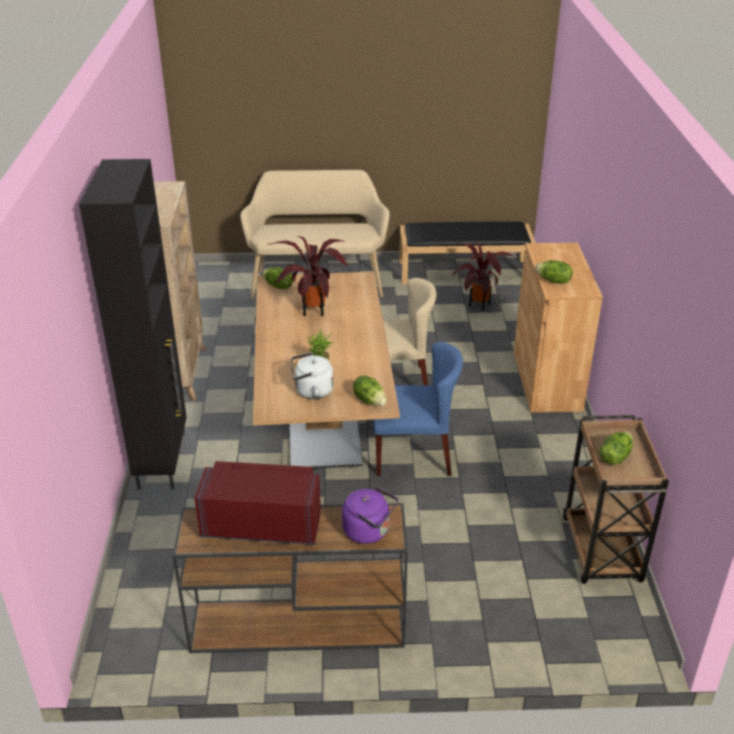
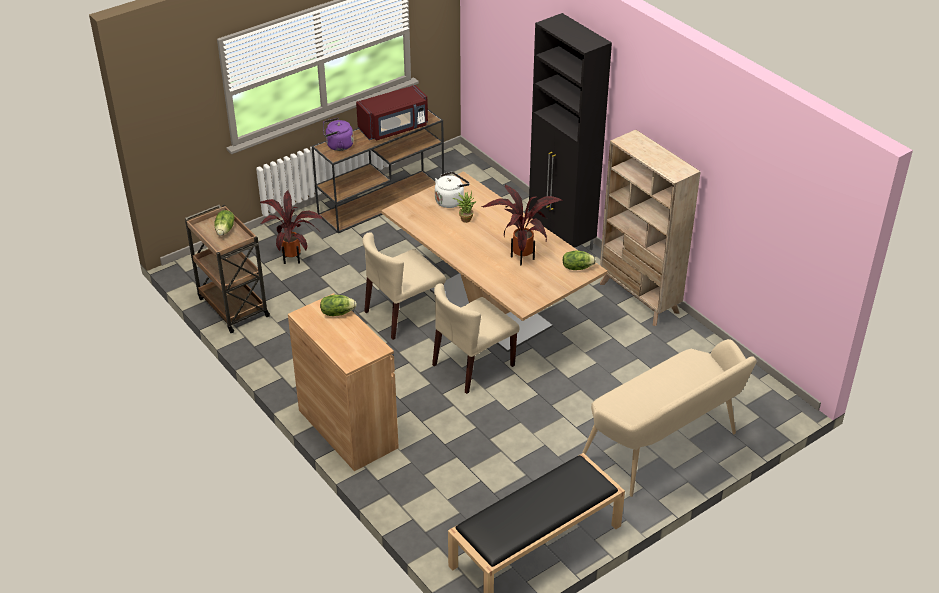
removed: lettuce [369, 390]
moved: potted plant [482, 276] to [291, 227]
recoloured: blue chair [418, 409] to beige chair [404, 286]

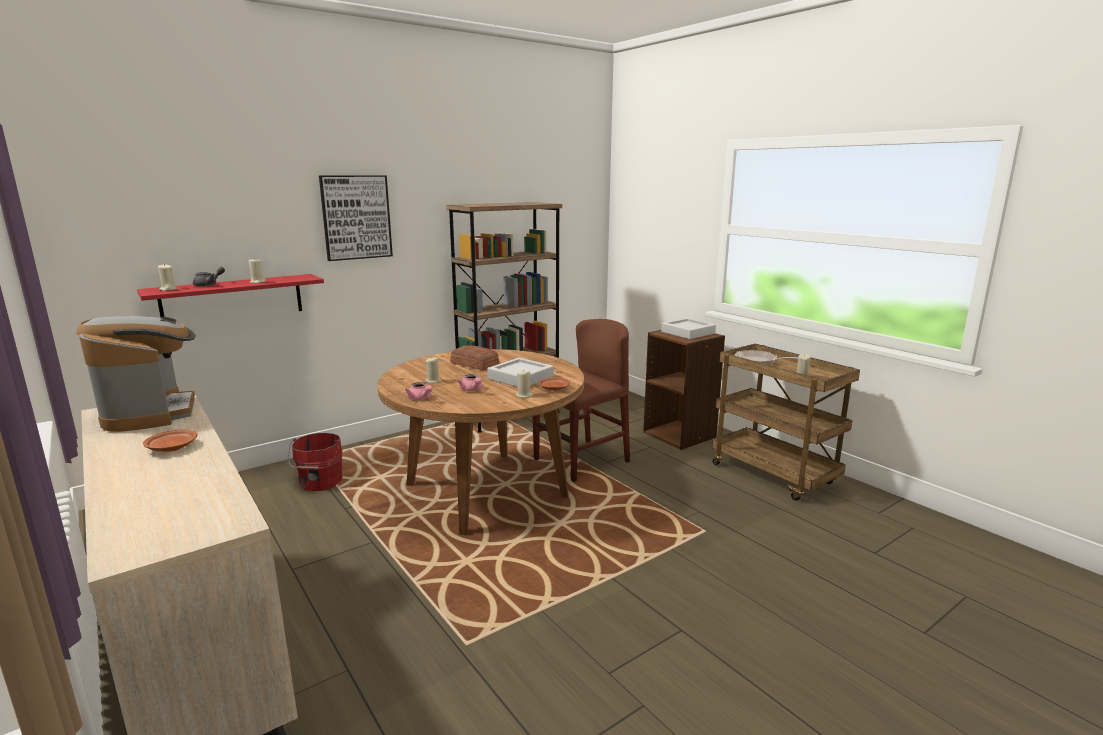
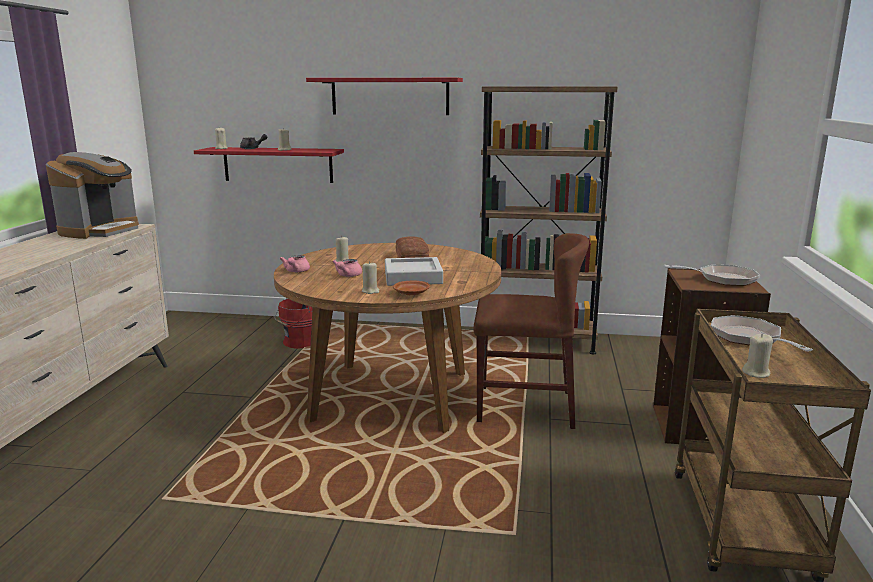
removed: brown plate [170, 441]
replaced: picture [356, 218] to red shelf [384, 96]; grey tray [688, 328] to frying pan [712, 275]

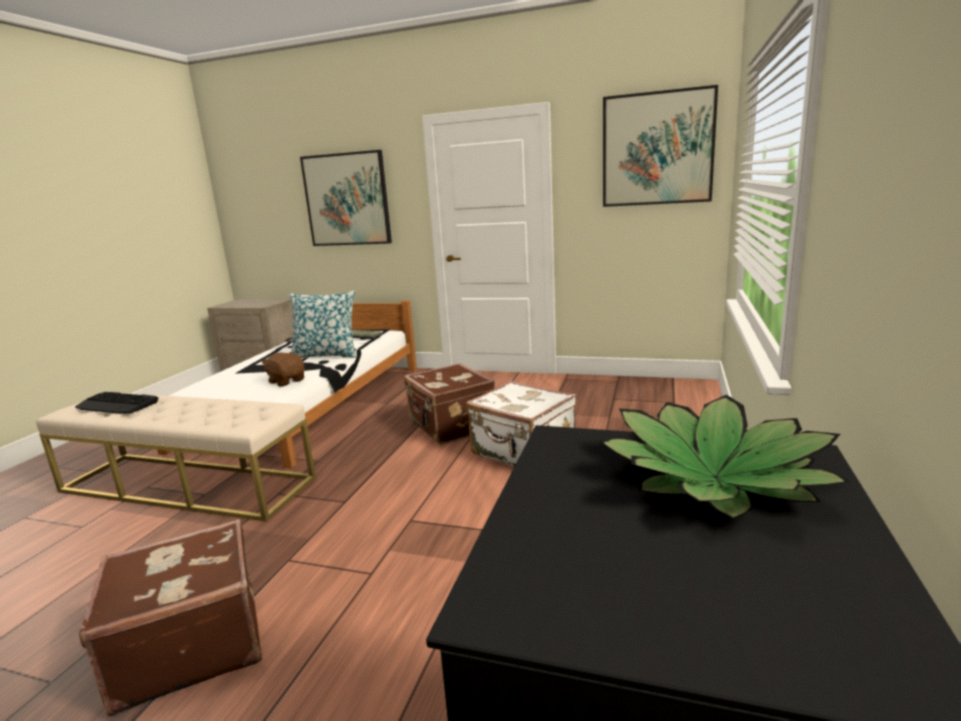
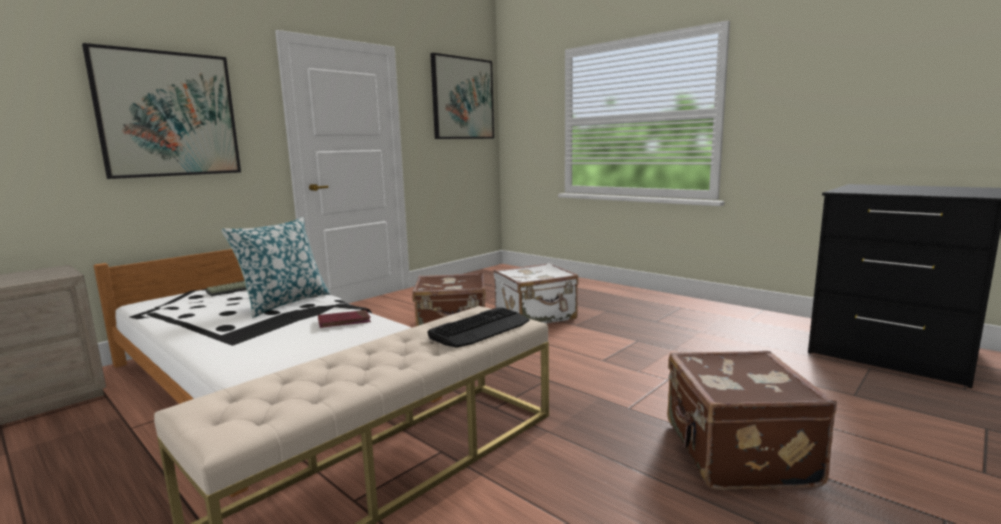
removed: potted plant [725, 457]
moved: keyboard [116, 403] to [478, 327]
replaced: brown plush toy [283, 369] to red book [344, 319]

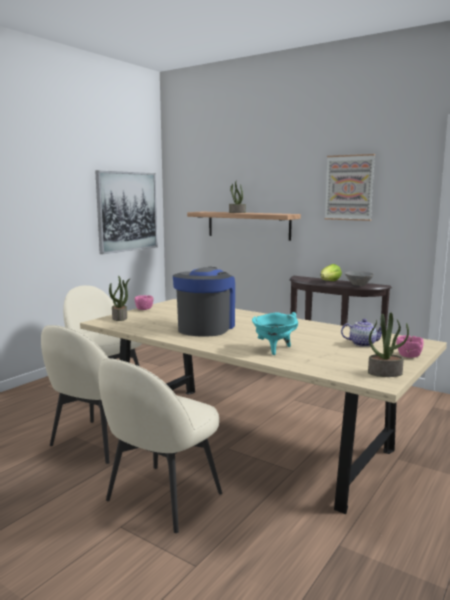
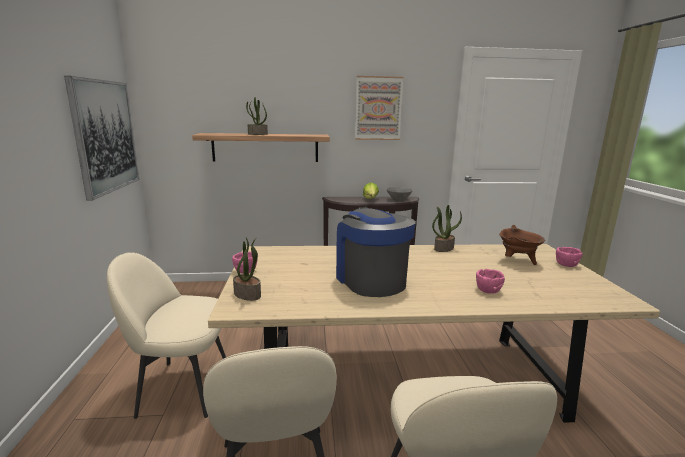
moved: potted plant [388, 345] to [447, 228]
replaced: turquoise cooking pot [275, 333] to pink bowl [490, 281]; teapot [361, 333] to brown cooking pot [522, 245]

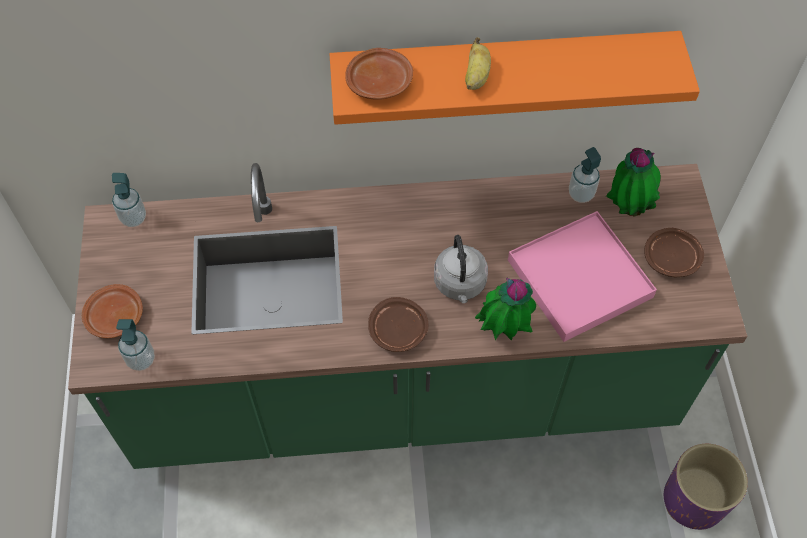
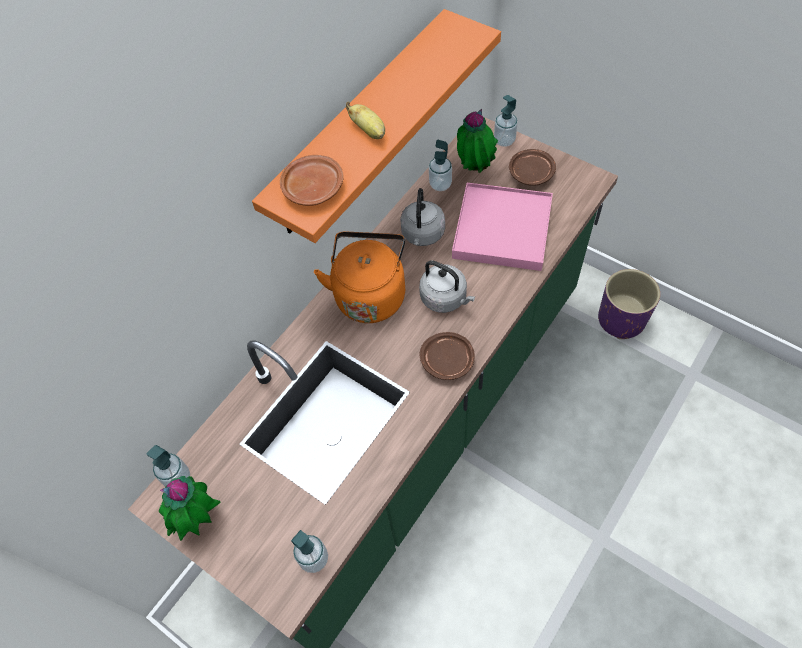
removed: brown plate [112, 311]
added: orange kettle [359, 277]; grey kettle [422, 217]; soap dispenser [506, 121]
moved: potted plant [505, 309] to [190, 508]

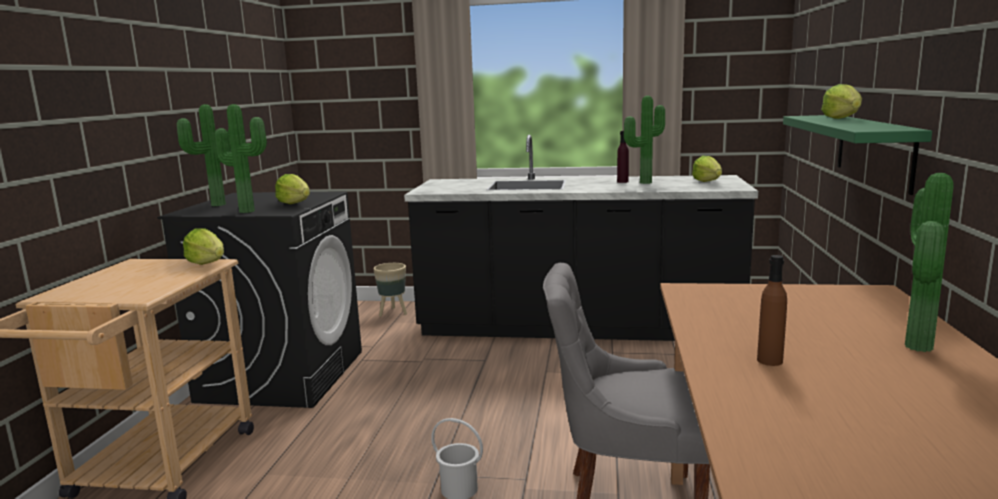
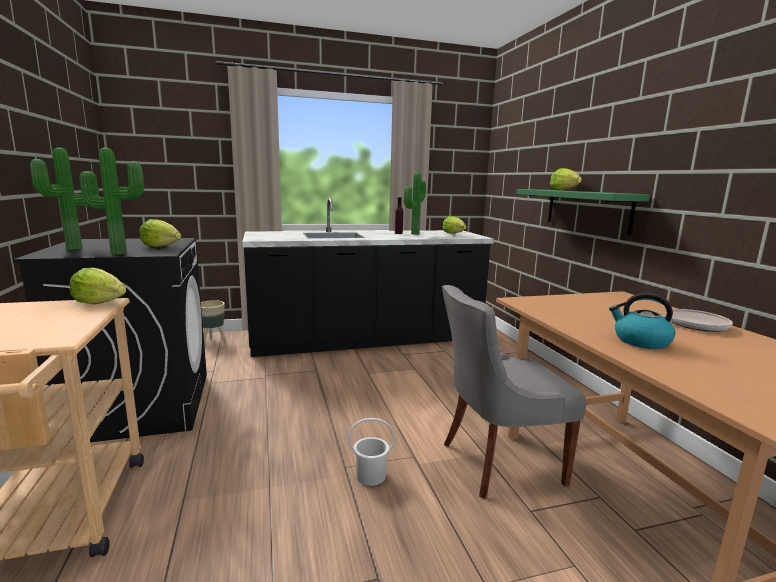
replaced: brown bottle [772, 310] to kettle [642, 321]; potted plant [929, 262] to frying pan [697, 320]

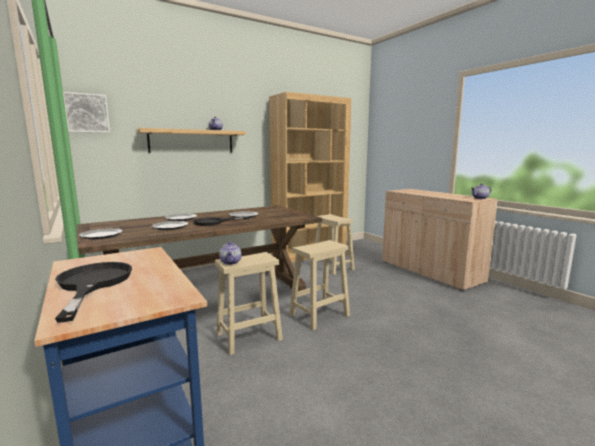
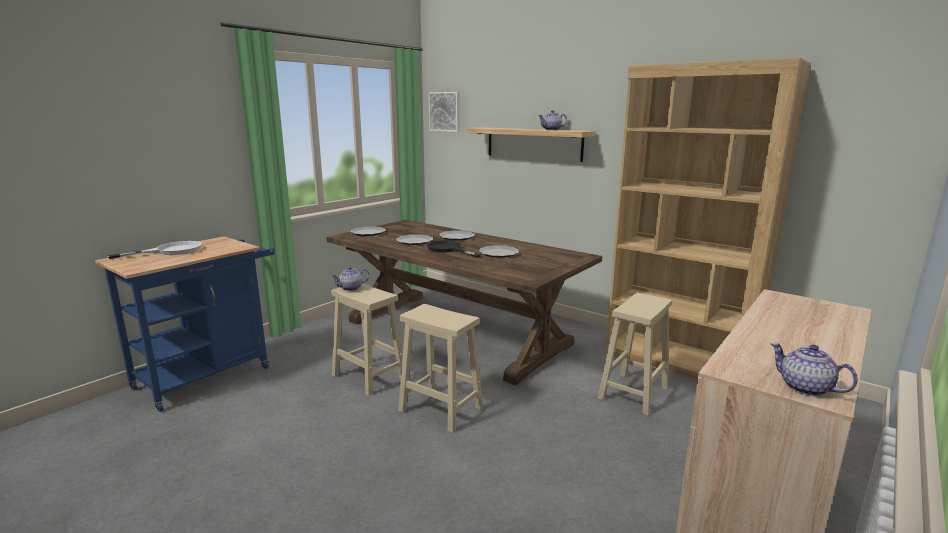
recoloured: black frying pan [93, 292] to white frying pan [154, 250]

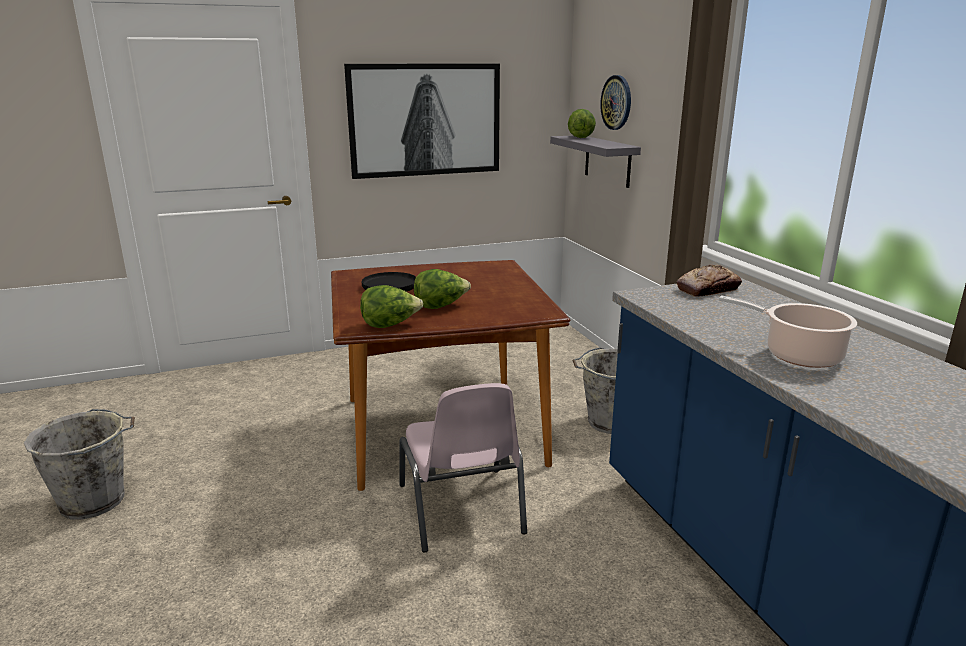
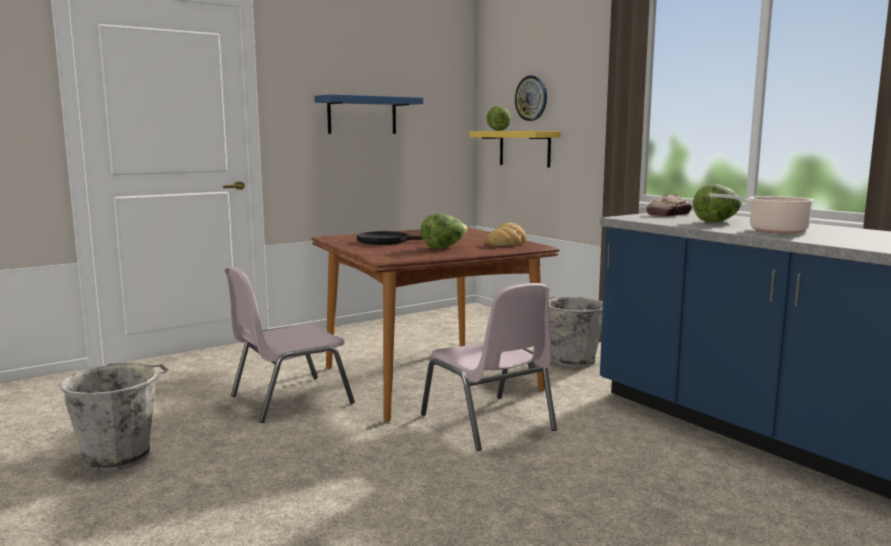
added: pink chair [290, 344]; bread [506, 234]
moved: lettuce [391, 306] to [717, 203]
replaced: picture [422, 121] to blue shelf [368, 114]
recoloured: grey shelf [595, 162] to yellow shelf [515, 149]

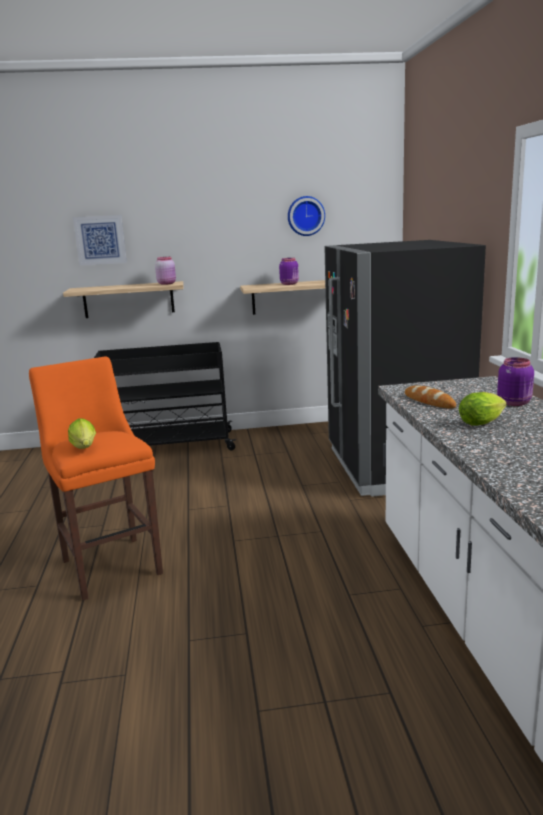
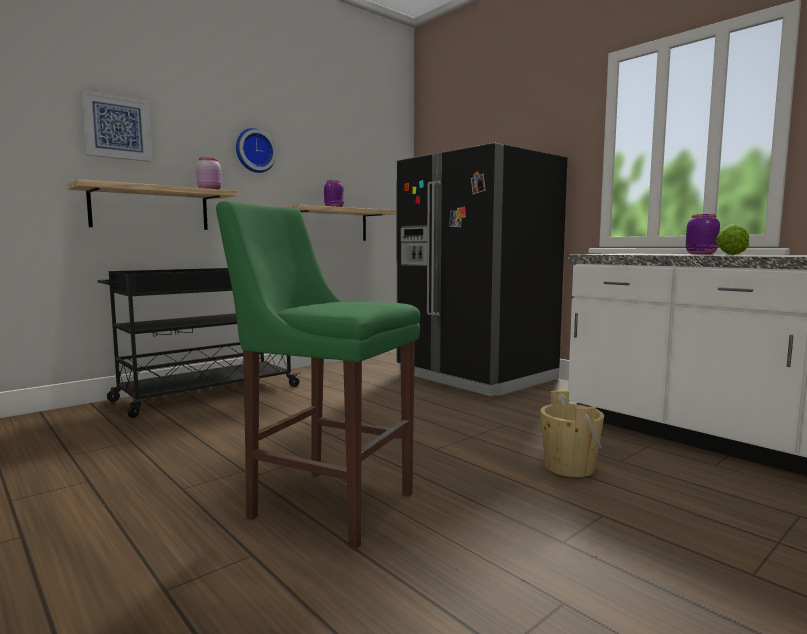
removed: lettuce [82, 433]; bread [430, 397]
added: beige bucket [572, 433]
moved: wall clock [306, 216] to [256, 150]
recoloured: orange stool [96, 478] to green stool [318, 375]

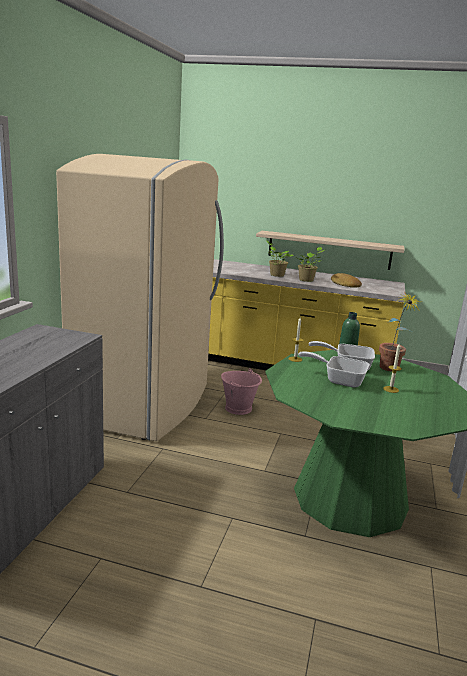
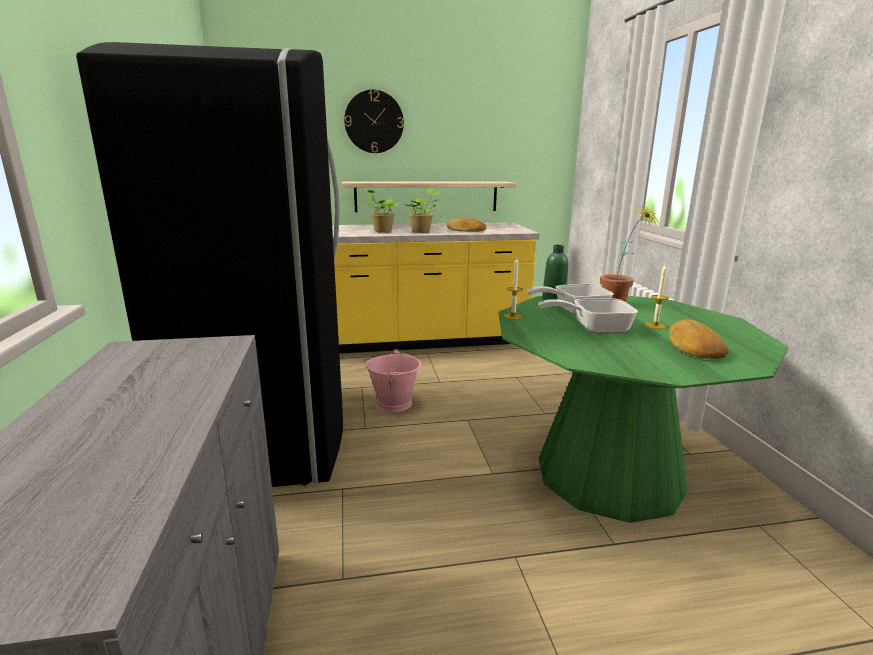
added: wall clock [374, 121]; bread [699, 339]
recoloured: beige fridge [140, 297] to black fridge [209, 264]

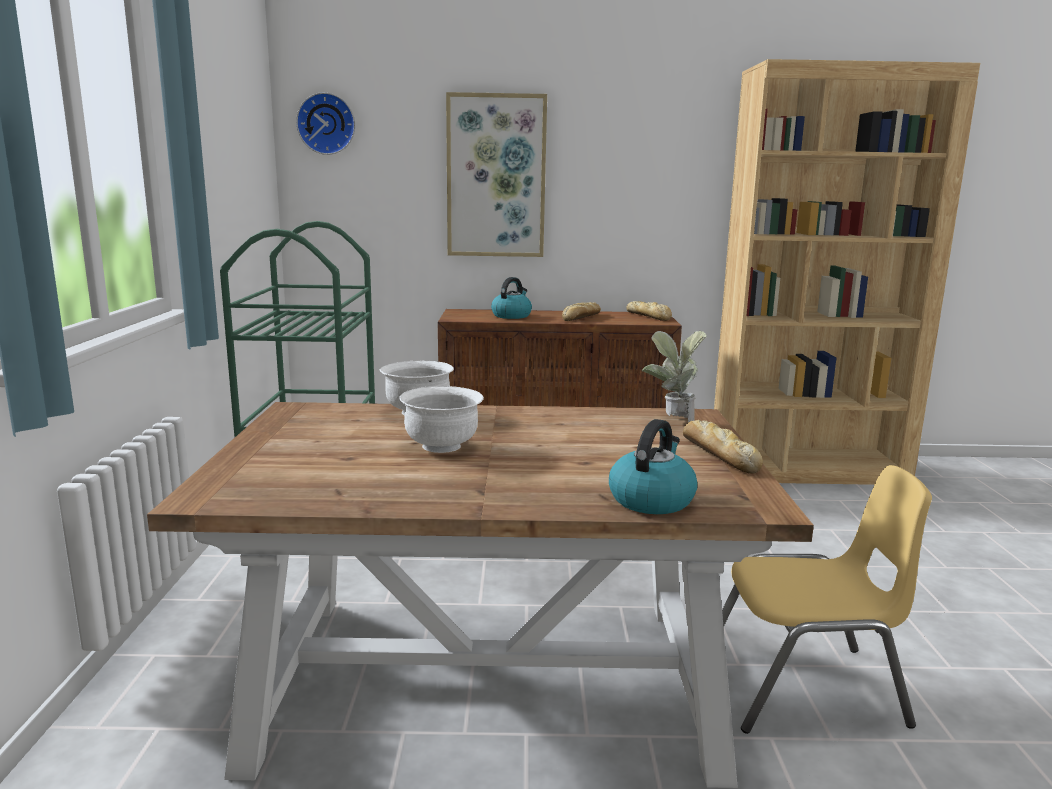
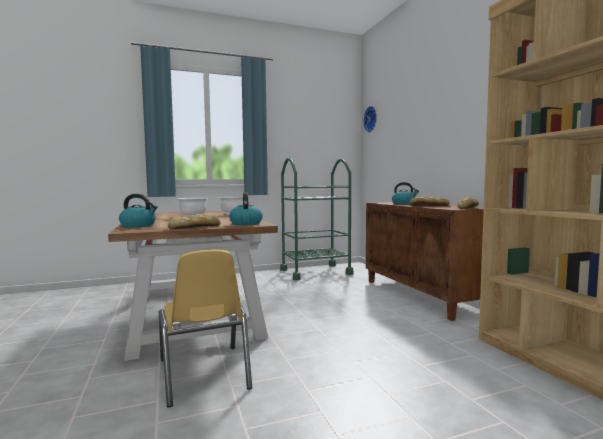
removed: picture [496, 174]
replaced: potted plant [674, 377] to kettle [246, 208]

